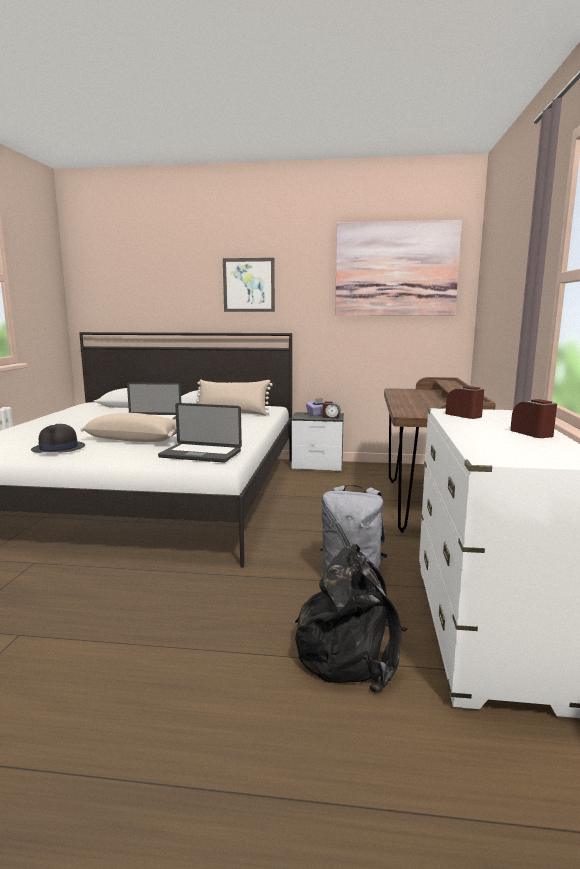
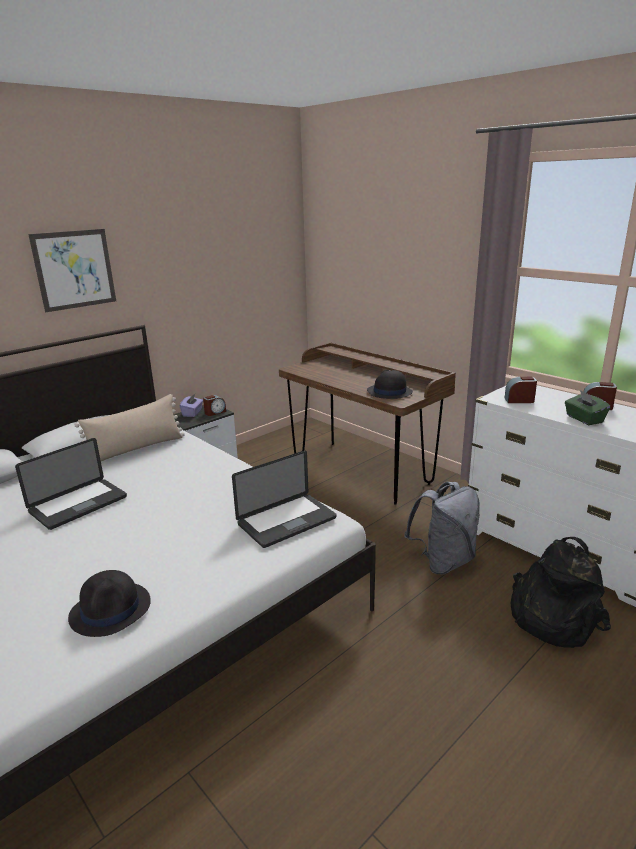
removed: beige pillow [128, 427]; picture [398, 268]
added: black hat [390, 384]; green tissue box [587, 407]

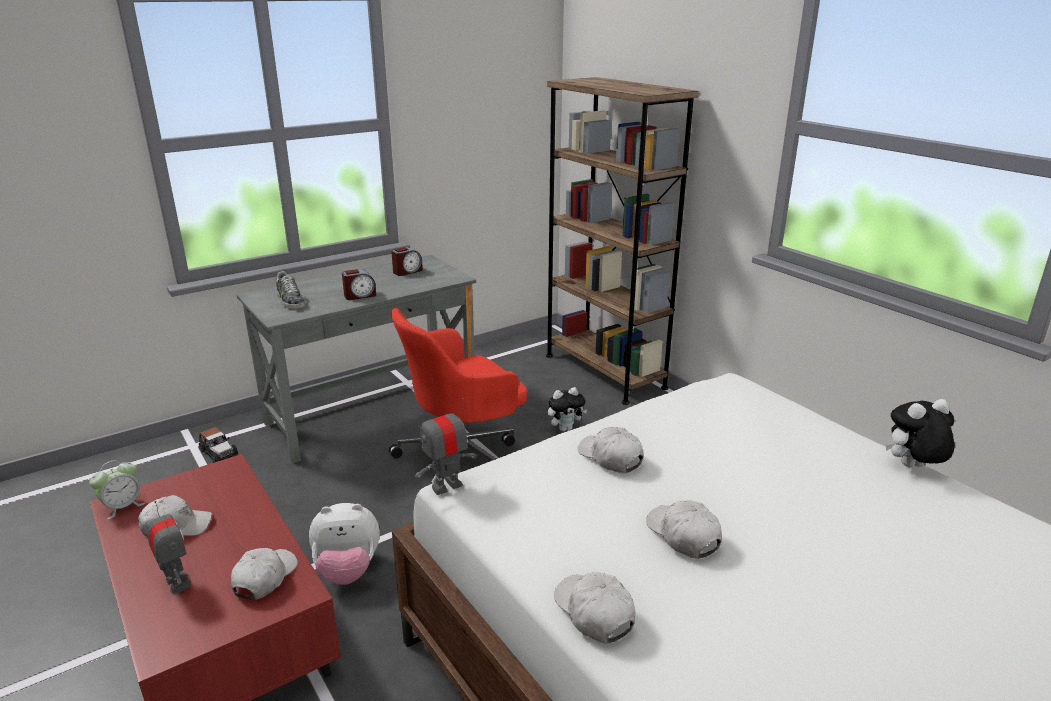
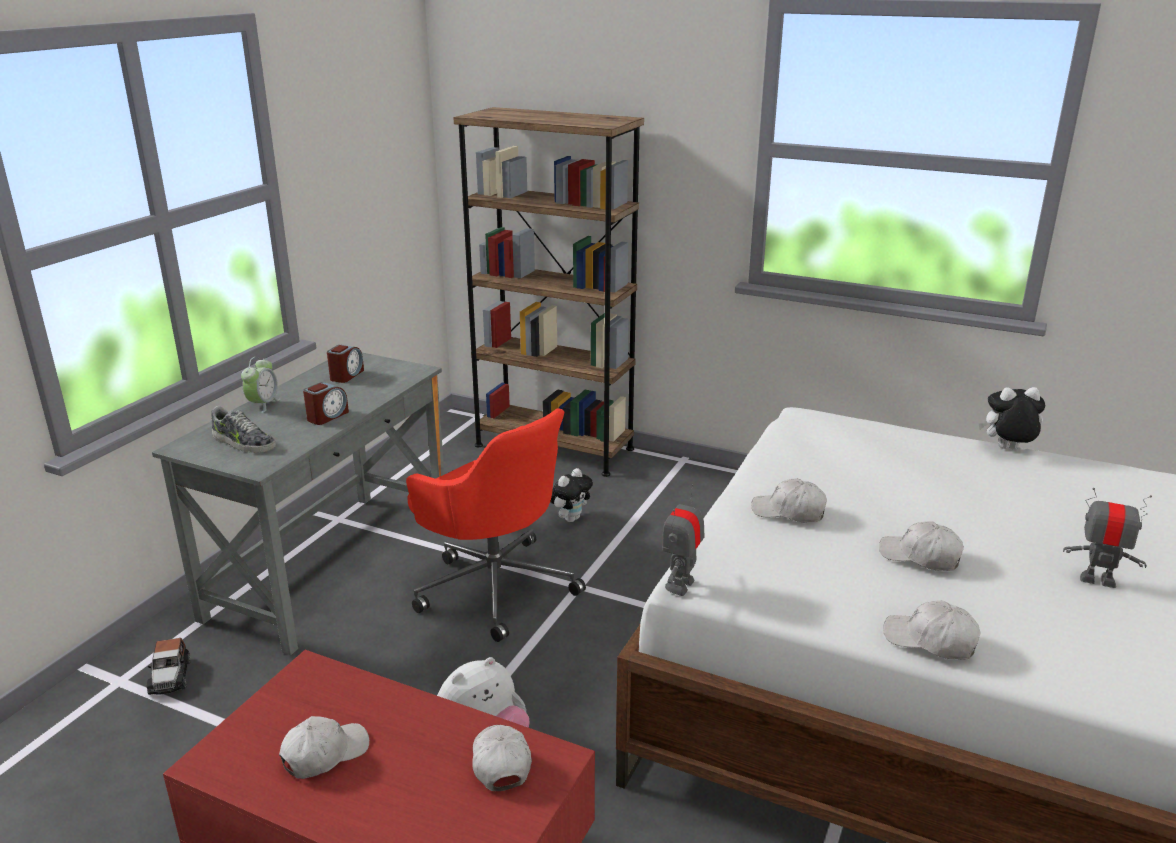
moved: alarm clock [117, 490] to [261, 385]; toy robot [169, 548] to [1107, 538]
turned: toy car [218, 445] = [168, 666] 60 degrees clockwise; red office chair [458, 396] = [496, 525] 75 degrees counterclockwise; plush toy [920, 433] = [1011, 418] 45 degrees clockwise

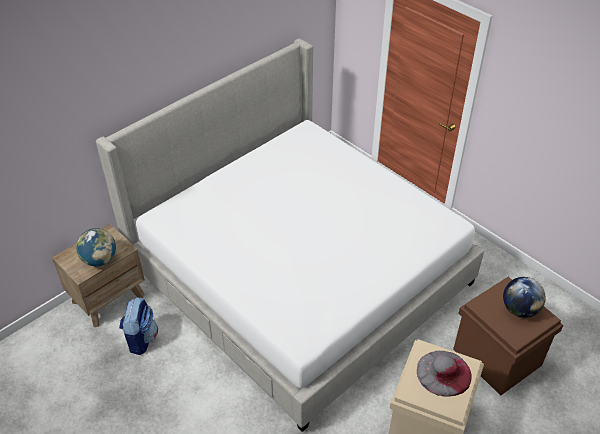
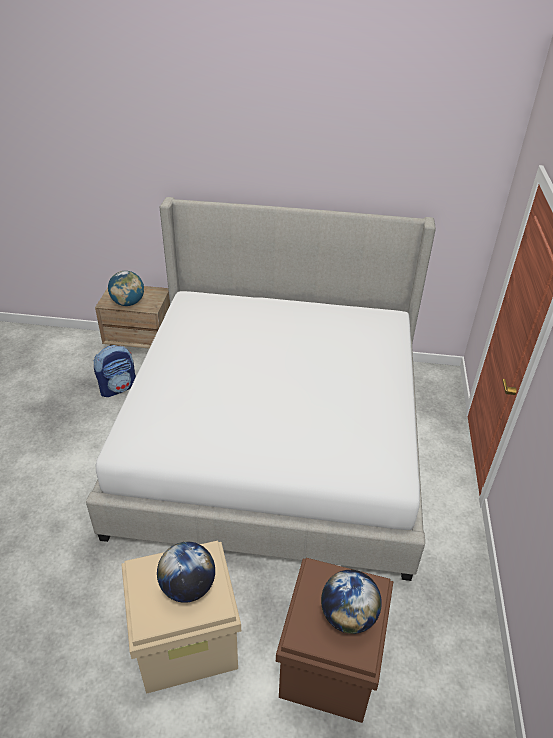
replaced: grey hat [444, 373] to globe [186, 572]

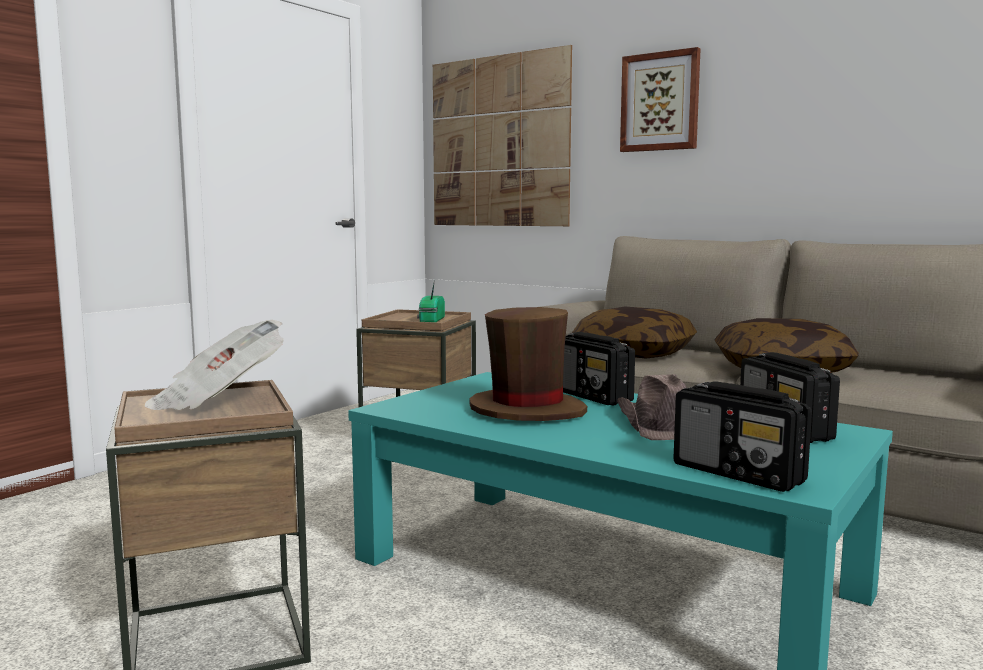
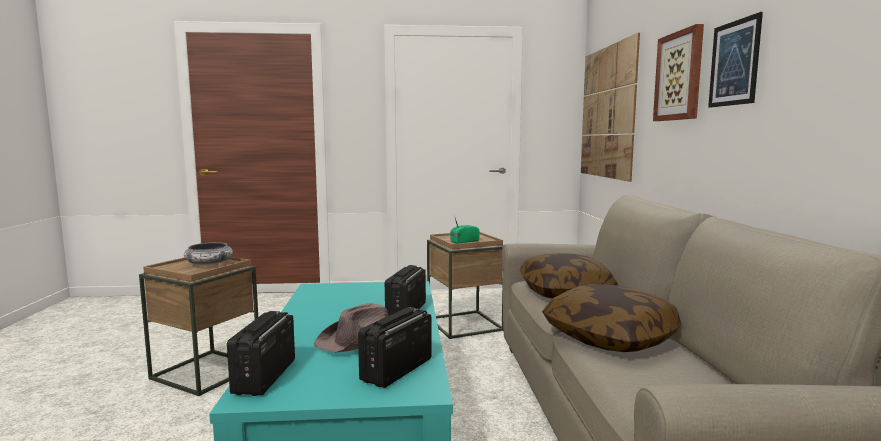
removed: brown hat [528, 364]
added: picture [735, 60]
replaced: newspaper [214, 365] to bowl [208, 254]

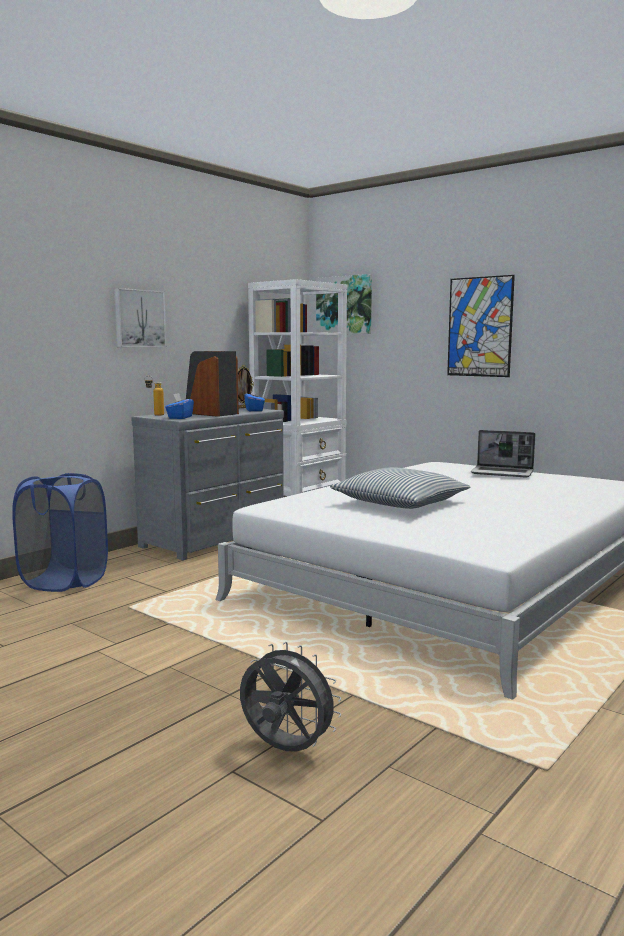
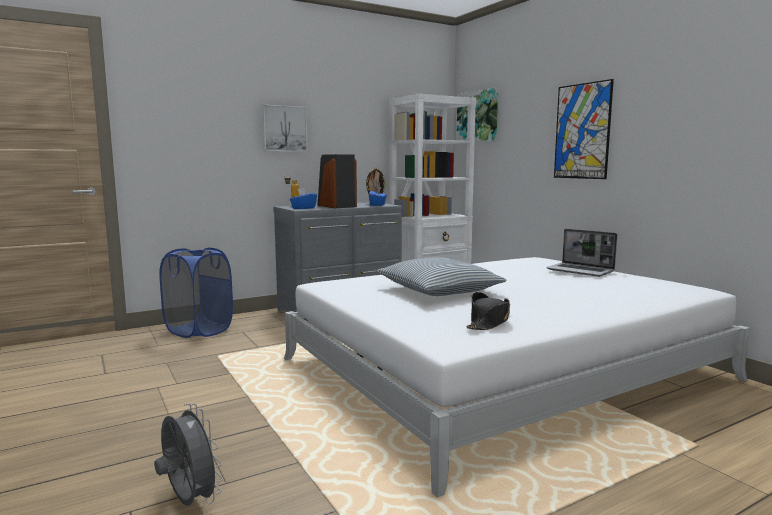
added: black hat [488, 311]

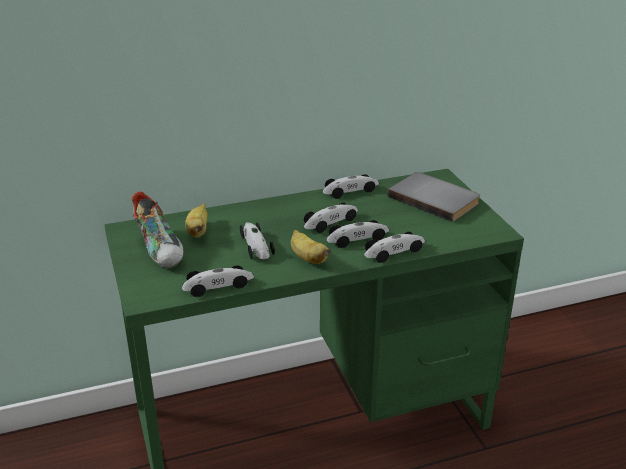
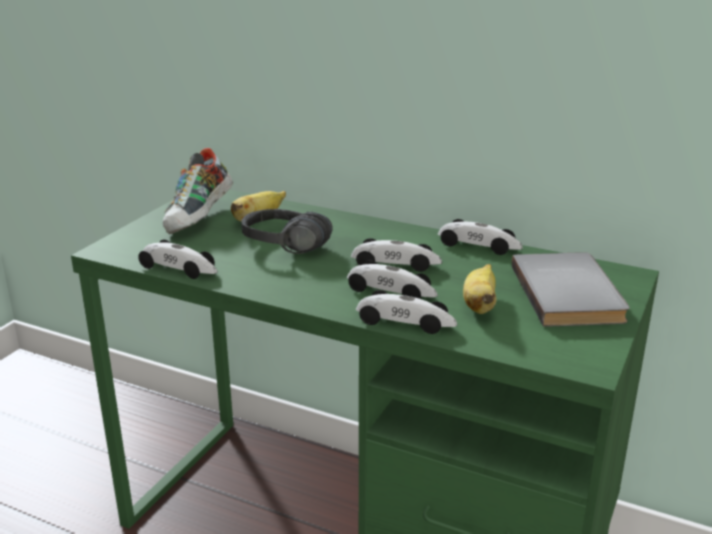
moved: banana [311, 247] to [480, 289]
replaced: toy car [257, 240] to black headphones [286, 231]

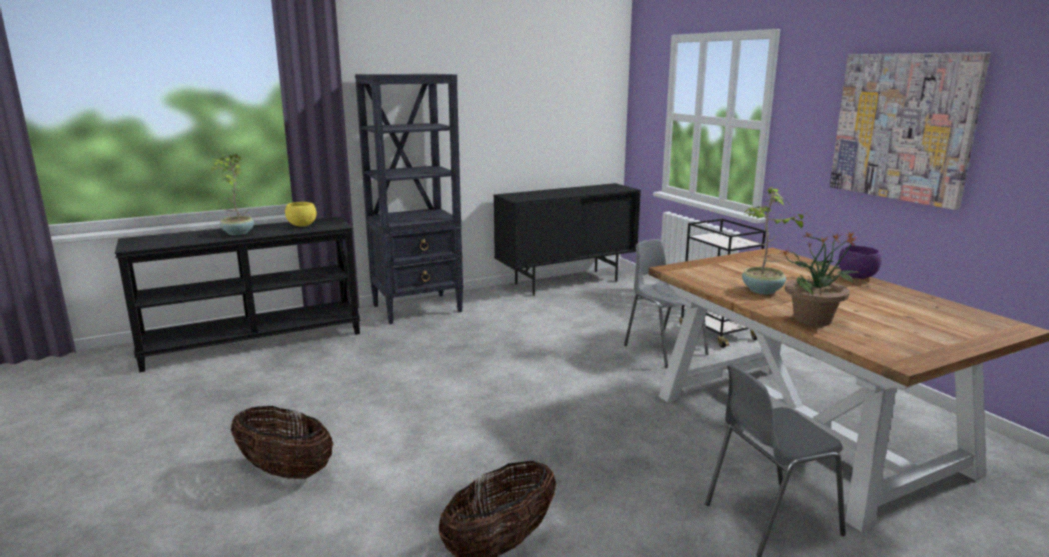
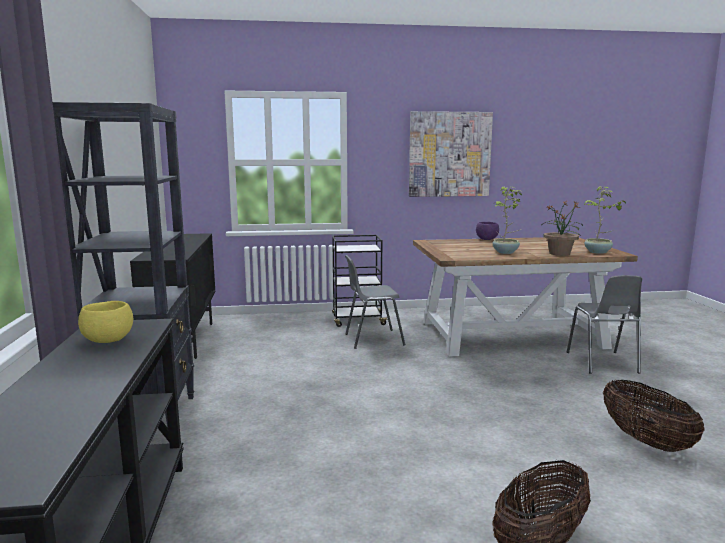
moved: potted plant [232, 194] to [605, 220]

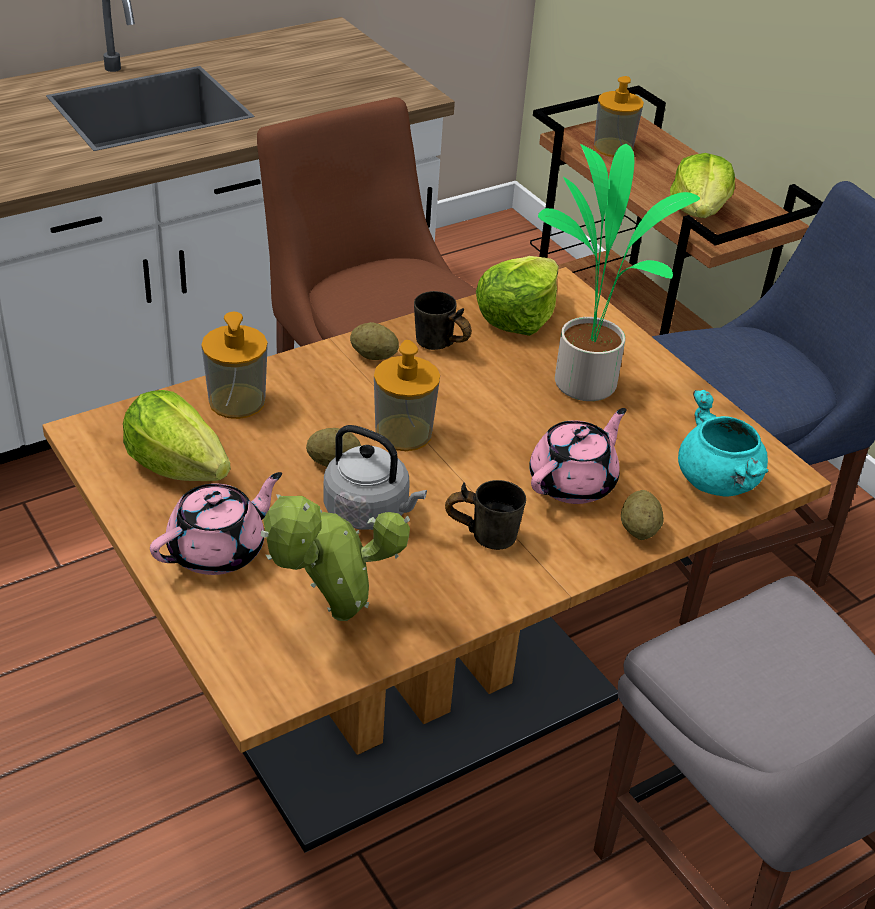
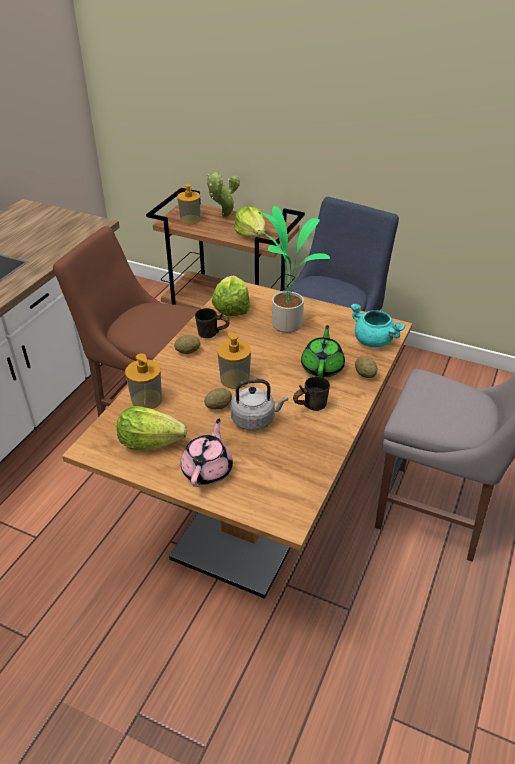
moved: potted plant [335, 557] to [223, 195]
recoloured: pink teapot [577, 456] to green teapot [323, 351]

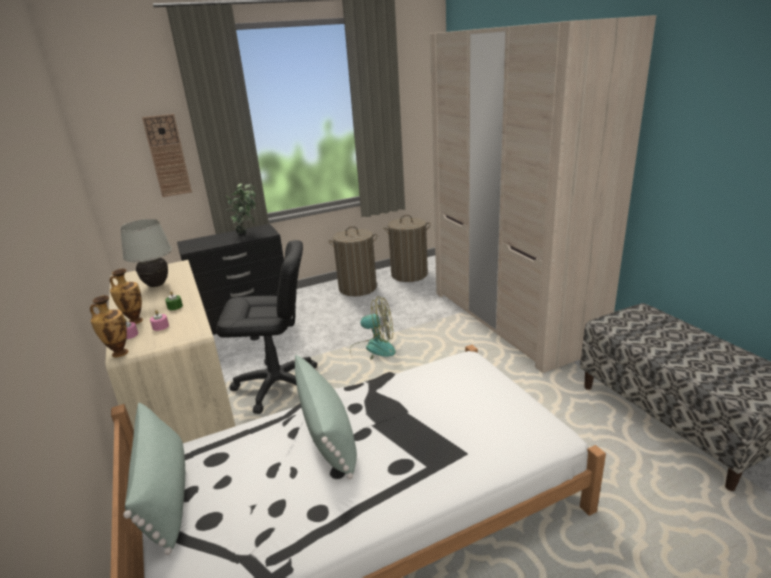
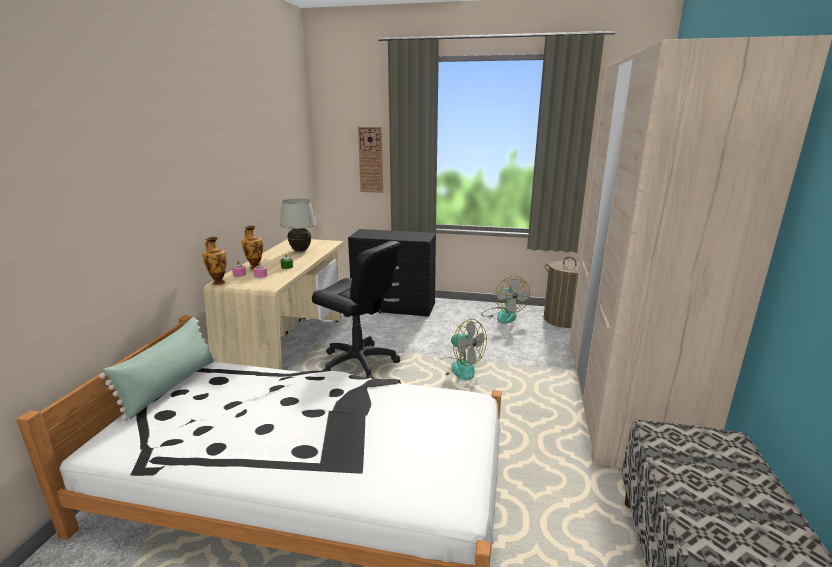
removed: potted plant [240, 208]; green pillow [325, 417]
replaced: laundry basket [353, 261] to fan [505, 299]

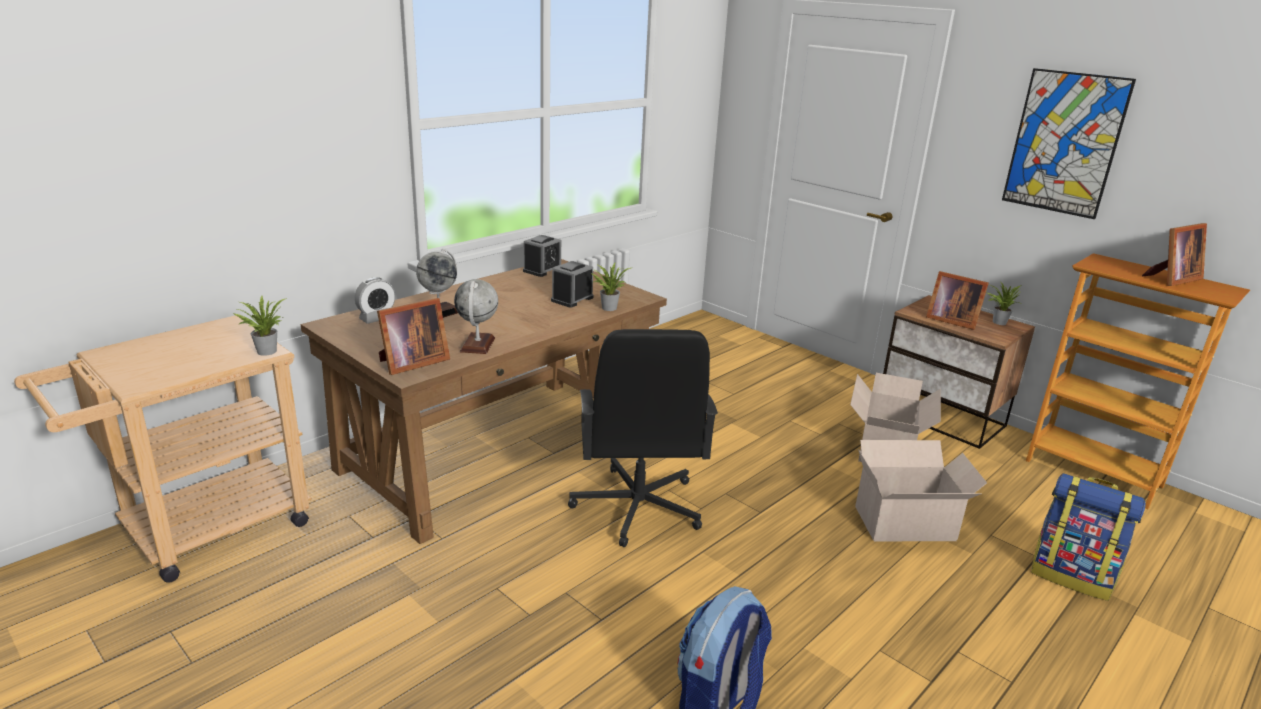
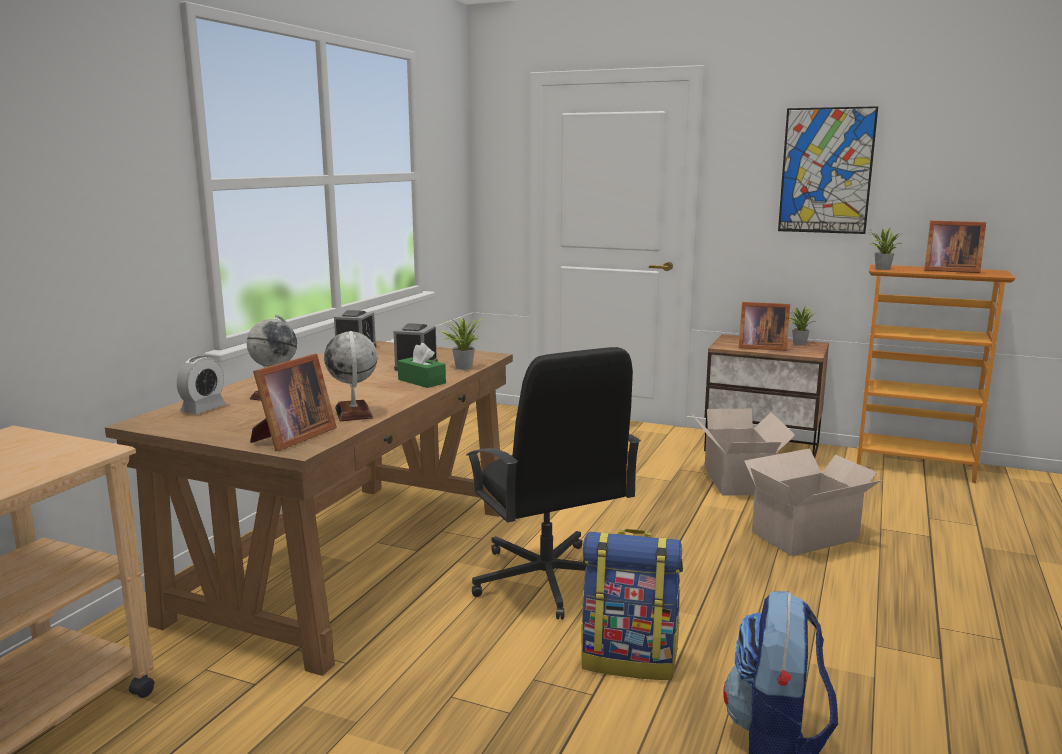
added: green tissue box [421, 365]
moved: backpack [1088, 537] to [632, 604]; potted plant [260, 326] to [885, 248]
turned: picture frame [1174, 254] = [955, 247] 75 degrees clockwise

